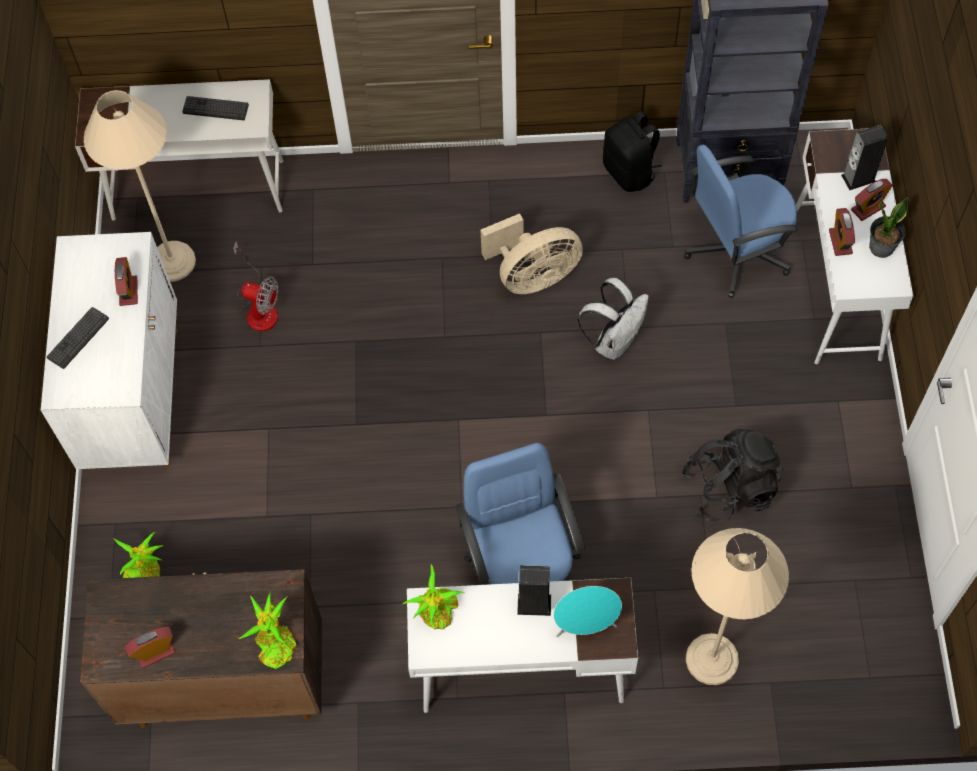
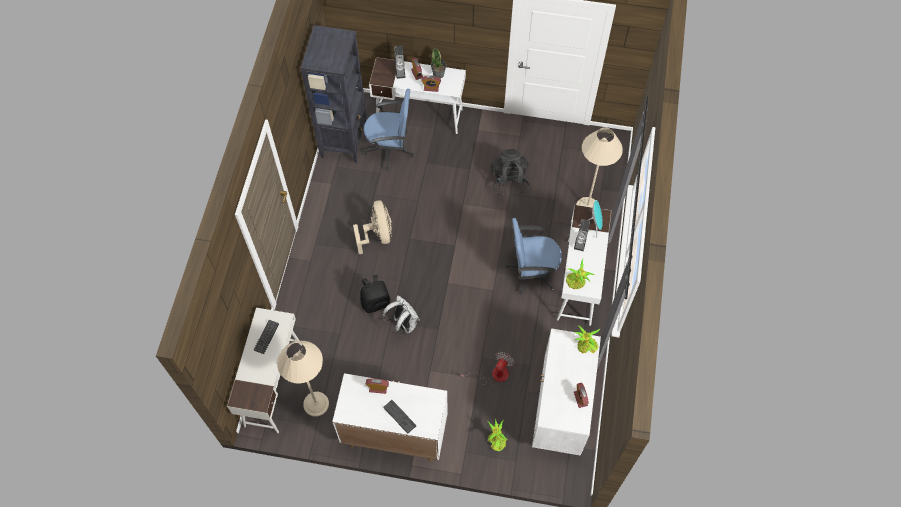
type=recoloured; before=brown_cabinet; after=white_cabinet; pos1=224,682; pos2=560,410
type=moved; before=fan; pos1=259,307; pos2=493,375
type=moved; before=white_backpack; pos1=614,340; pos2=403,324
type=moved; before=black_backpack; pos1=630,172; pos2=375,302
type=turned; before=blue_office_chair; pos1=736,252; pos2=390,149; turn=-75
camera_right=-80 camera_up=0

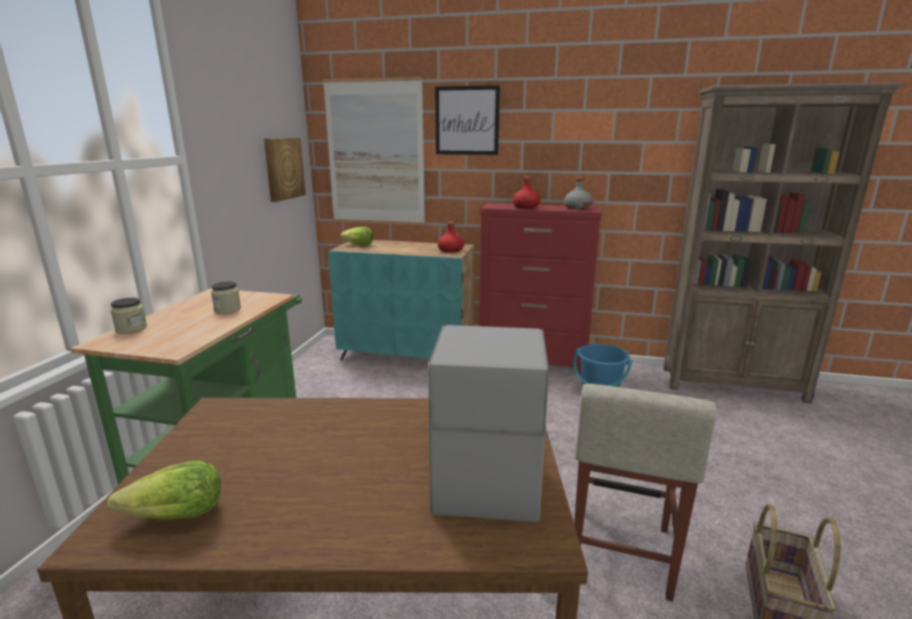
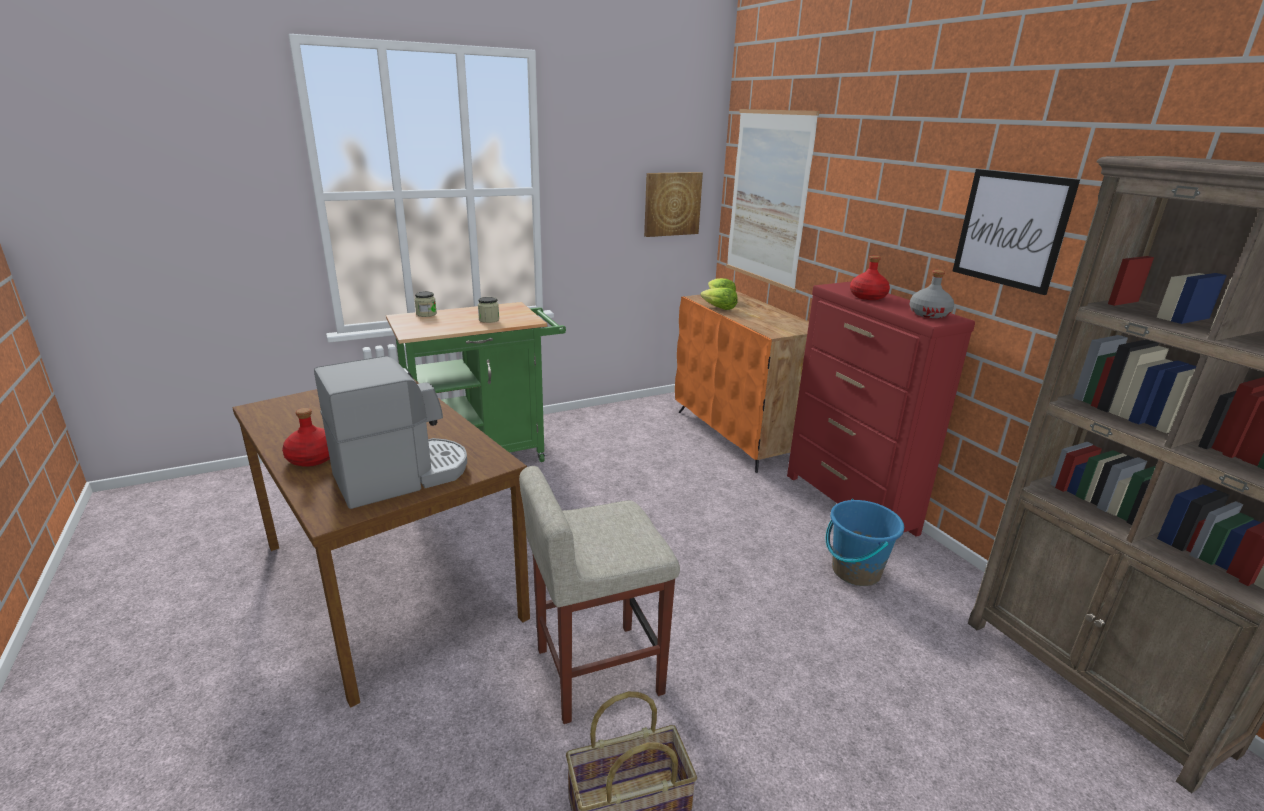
type=moved; before=lettuce; pos1=176,516; pos2=718,308
type=recoloured; before=turquoise_cabinet; after=orange_cabinet; pos1=407,355; pos2=738,435
type=moved; before=picture; pos1=467,121; pos2=1011,229
type=moved; before=red_bottle; pos1=450,250; pos2=313,458
camera_right=50 camera_up=5

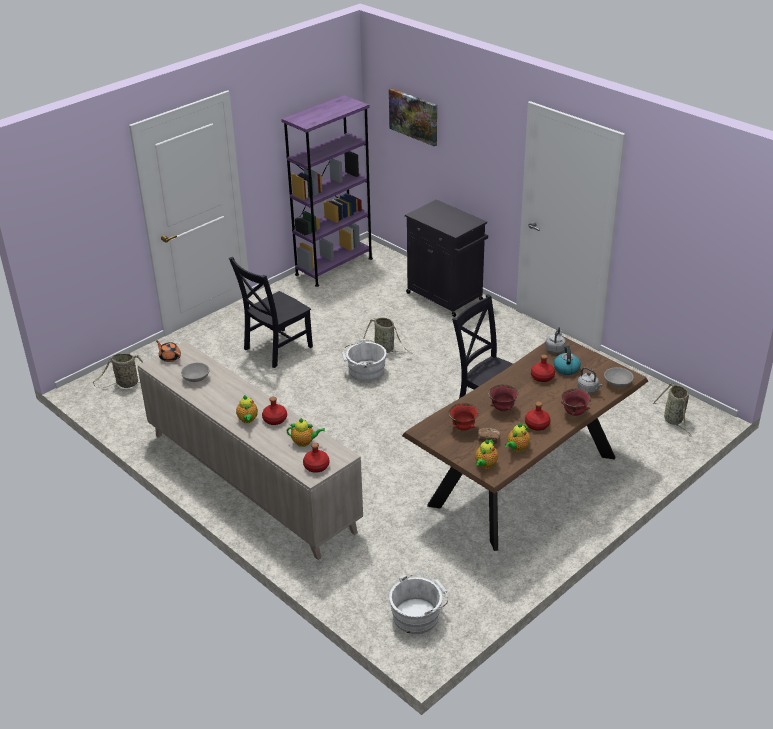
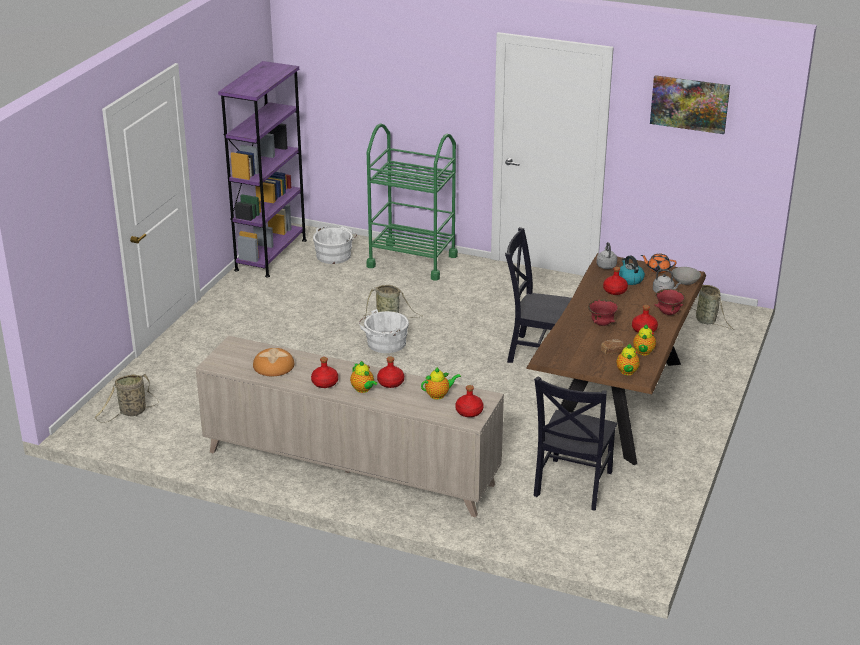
type=moved; before=orange_teapot; pos1=169,357; pos2=658,269
type=replaced; before=grey_bowl; after=bread; pos1=196,378; pos2=273,366
type=moved; before=black_chair; pos1=275,349; pos2=572,486
type=moved; before=picture; pos1=414,116; pos2=689,104
type=moved; before=white_bucket; pos1=418,615; pos2=335,255
type=replaced; before=black_cabinet; after=green_cart; pos1=446,297; pos2=412,261
type=removed; before=red_bowl; pos1=463,427
type=added; after=red_bottle; pos2=325,383
camera_right=-25 camera_up=-5

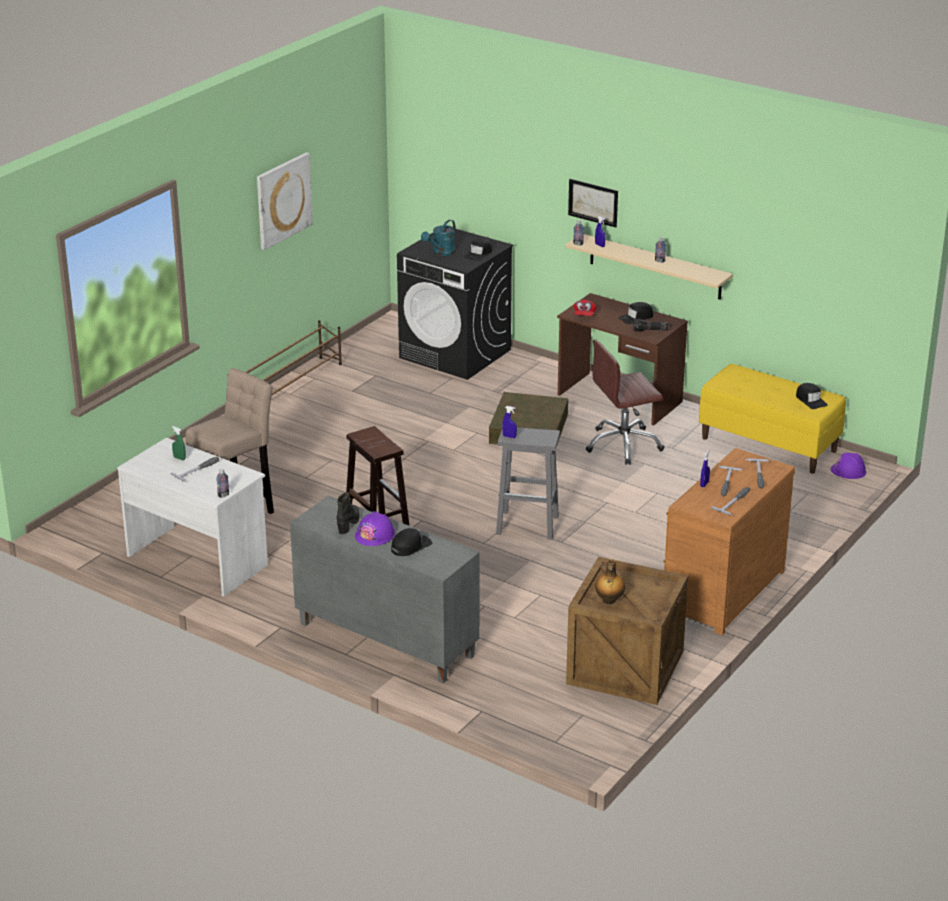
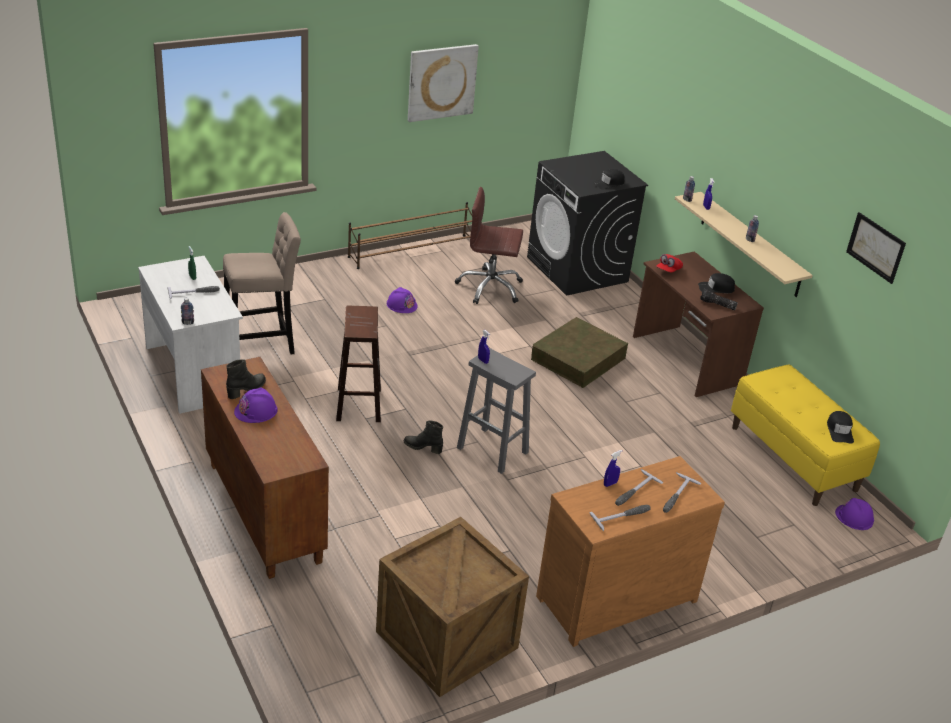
type=recoloured; before=grey_cabinet; after=brown_cabinet; pos1=384,640; pos2=263,512
type=removed; before=black_cap; pos1=410,546
type=removed; before=turquoise_watering_can; pos1=441,253
type=moved; before=picture; pos1=593,202; pos2=875,247
type=moved; before=brown_office_chair; pos1=623,445; pos2=490,288
type=removed; before=bottle; pos1=609,600
type=added; after=purple_hard_hat; pos2=402,305
type=added; after=black_boot; pos2=423,447
camera_right=25 camera_up=5

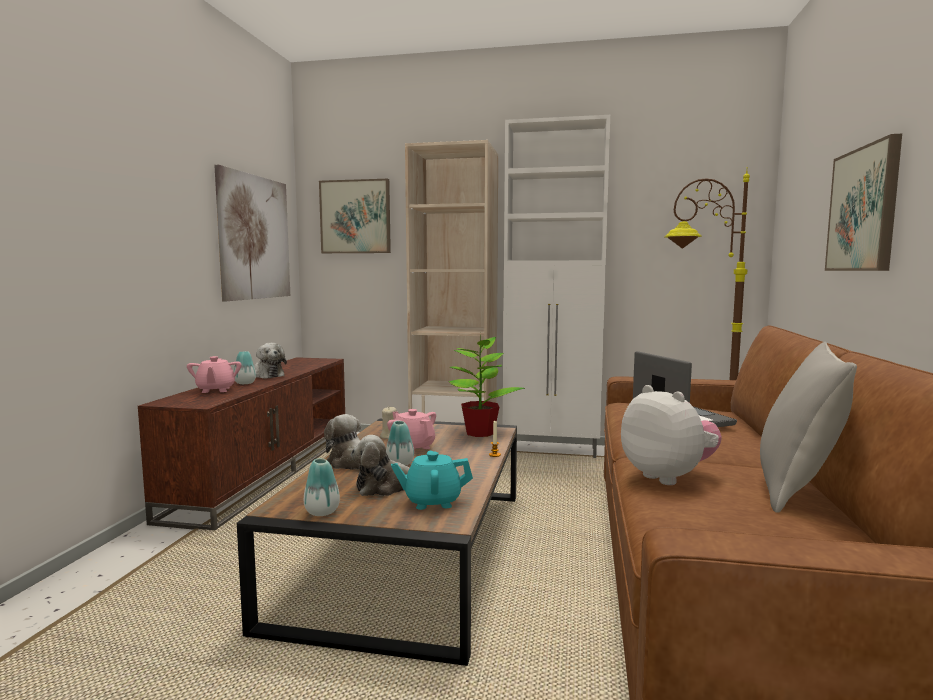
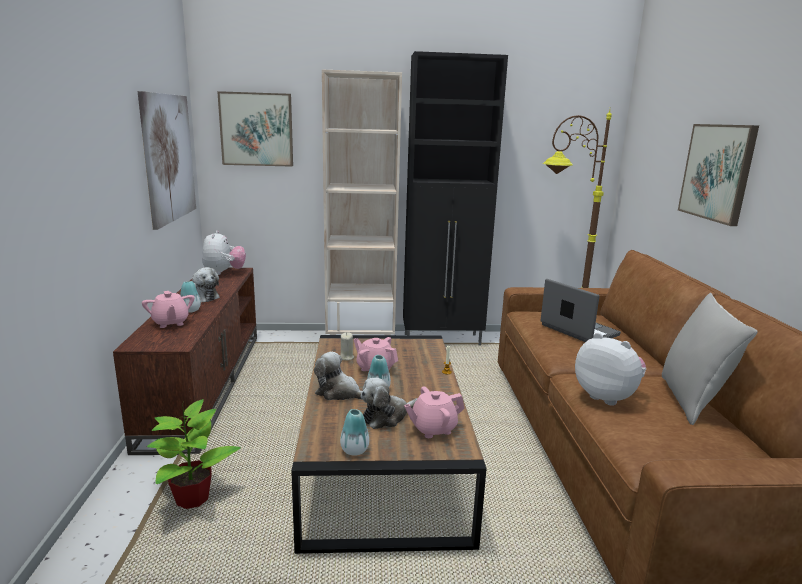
type=recoloured; before=turquoise_teapot; after=pink_teapot; pos1=432,501; pos2=433,429
type=moved; before=potted_plant; pos1=480,432; pos2=193,498
type=recoloured; before=white_cabinet; after=black_cabinet; pos1=552,451; pos2=443,340
type=added; after=plush_toy; pos2=224,273
camera_right=-15 camera_up=10

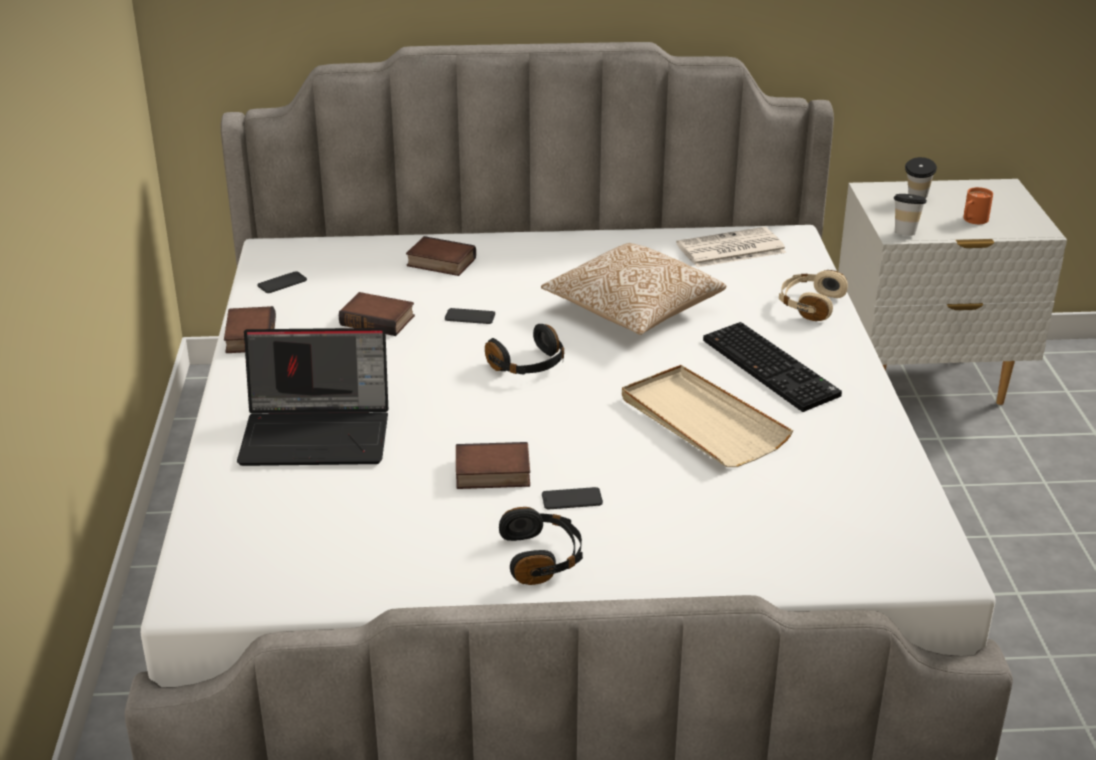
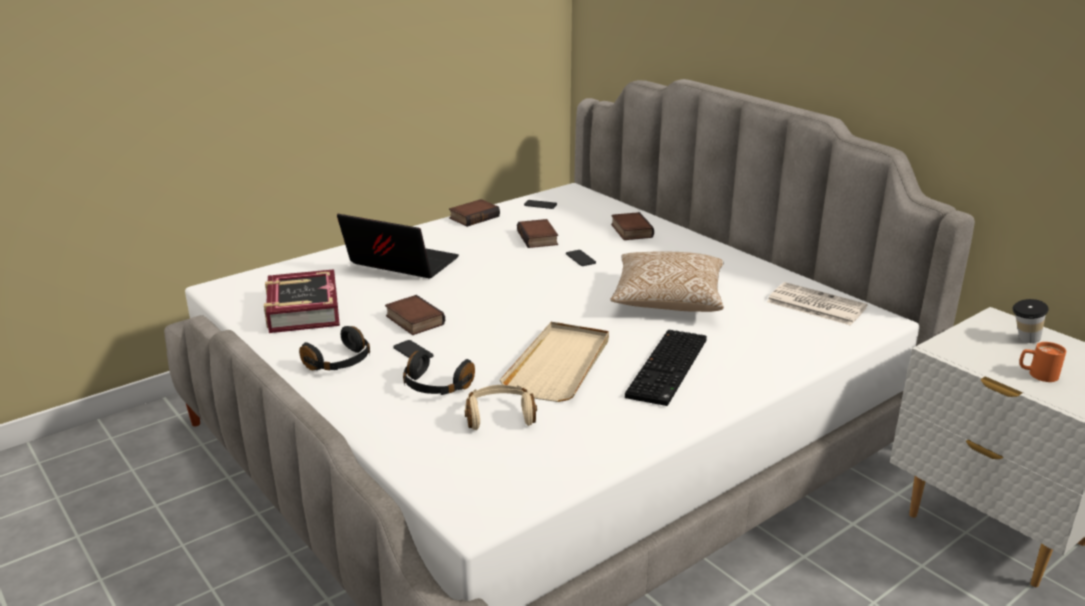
type=turned; before=laptop; pos1=318,433; pos2=399,264; turn=150
type=moved; before=black_headphones; pos1=529,366; pos2=436,387
type=moved; before=beige_headphones; pos1=809,305; pos2=499,416
type=removed; before=cup; pos1=905,232
type=added; after=book; pos2=302,310
camera_right=55 camera_up=-5

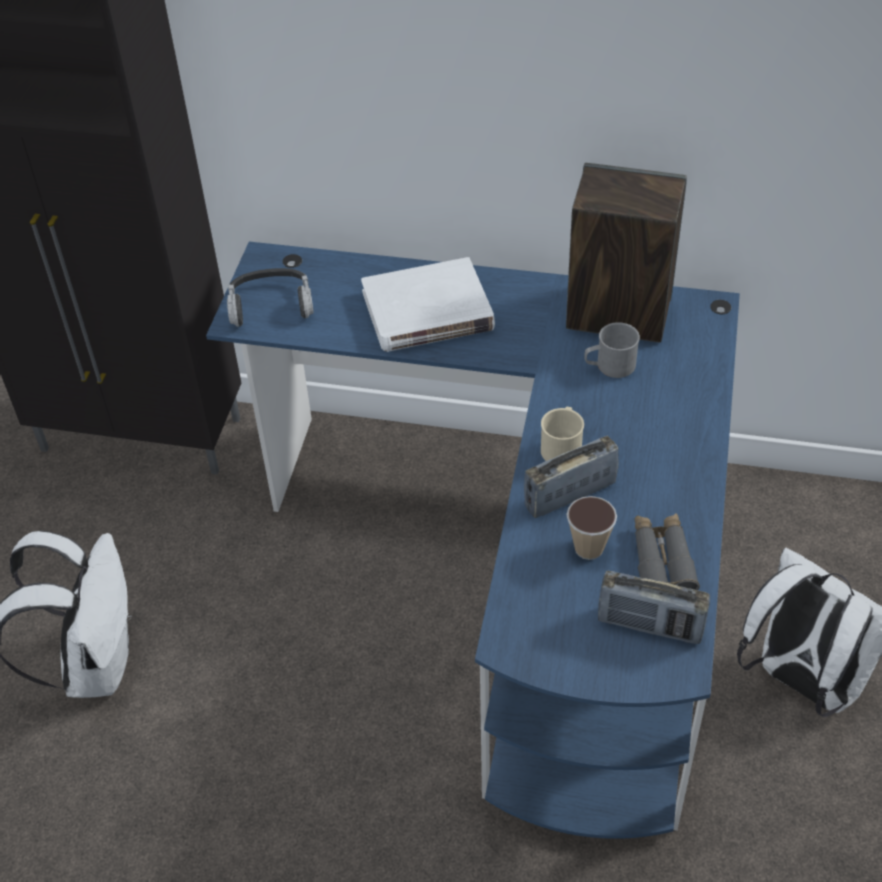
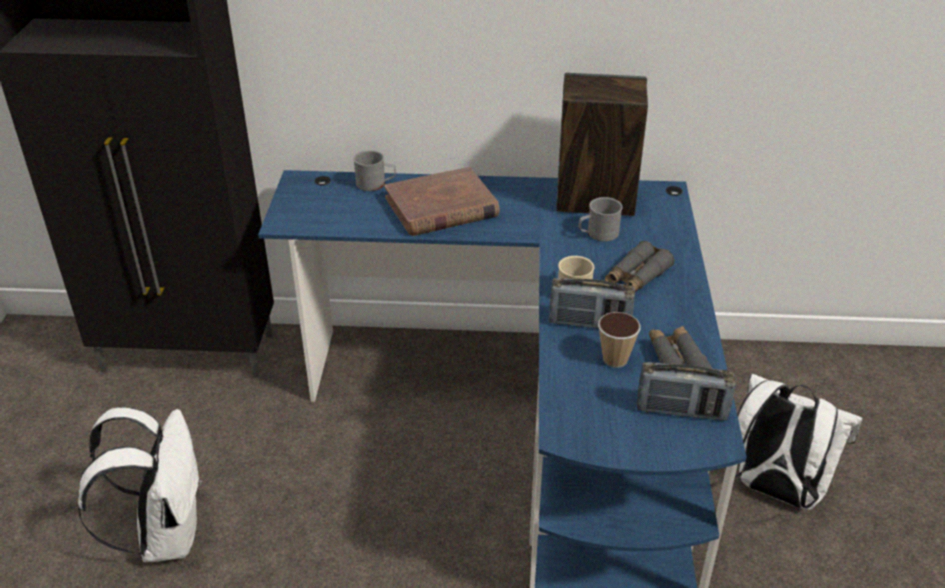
type=removed; before=headphones; pos1=271,305
type=recoloured; before=white_book; after=brown_book; pos1=427,311; pos2=441,207
type=turned; before=radio; pos1=570,495; pos2=589,323; turn=-135
type=added; after=grey_mug; pos2=375,184
type=added; after=grey_binoculars; pos2=637,277
camera_right=-10 camera_up=-10

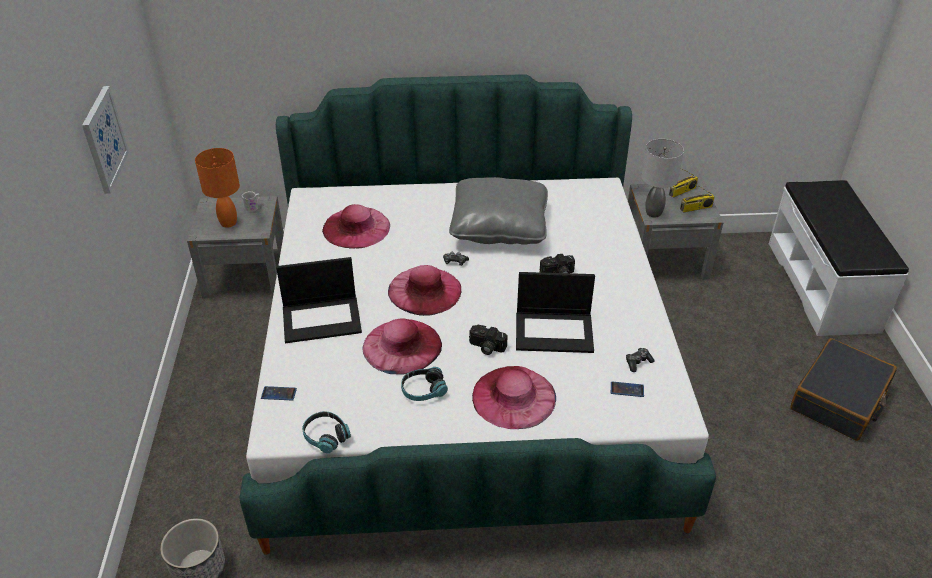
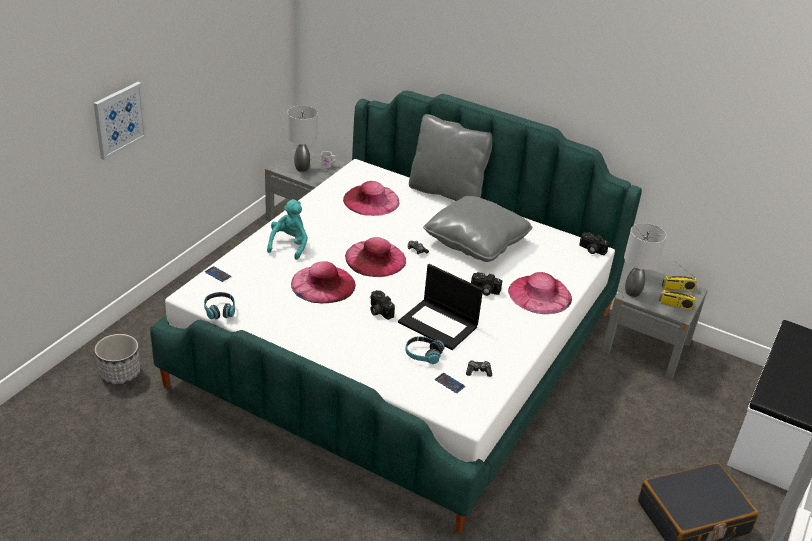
type=moved; before=picture; pos1=104,139; pos2=119,120
type=recoloured; before=orange_table_lamp; after=grey_table_lamp; pos1=228,222; pos2=302,168
type=replaced; before=laptop; after=turquoise_plush_toy; pos1=322,319; pos2=289,245
type=moved; before=headphones; pos1=423,390; pos2=423,355
type=moved; before=pink_hat; pos1=513,397; pos2=540,294
type=added; after=grey_pillow; pos2=446,192
type=added; after=photo_camera; pos2=591,250
camera_right=30 camera_up=-5

